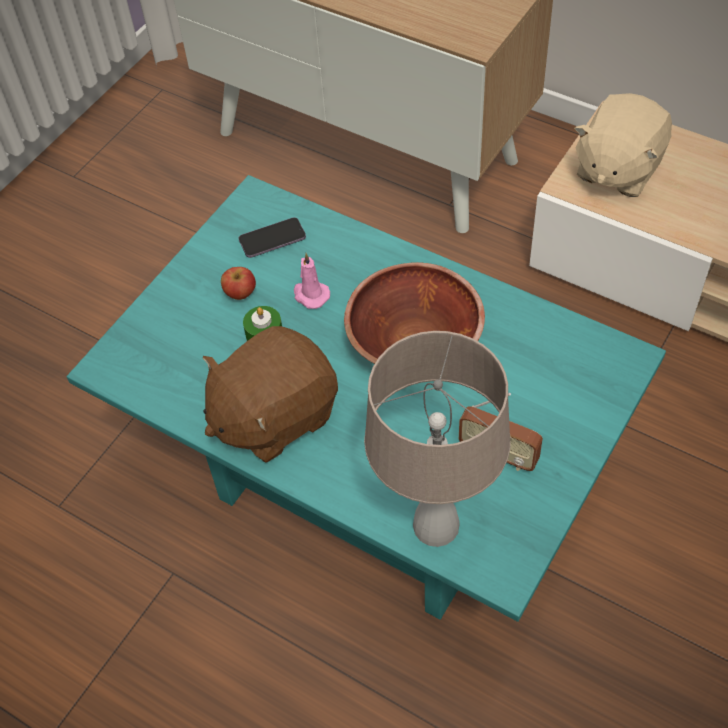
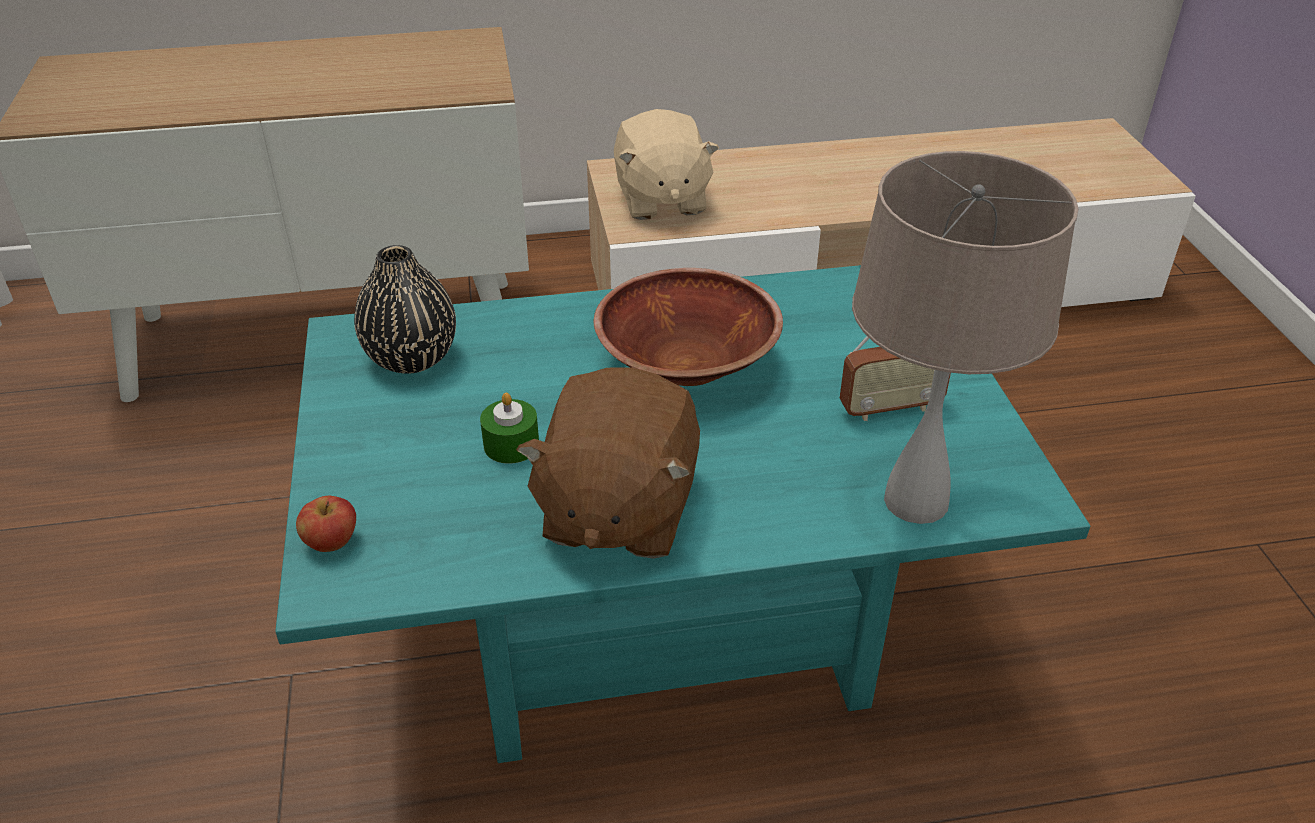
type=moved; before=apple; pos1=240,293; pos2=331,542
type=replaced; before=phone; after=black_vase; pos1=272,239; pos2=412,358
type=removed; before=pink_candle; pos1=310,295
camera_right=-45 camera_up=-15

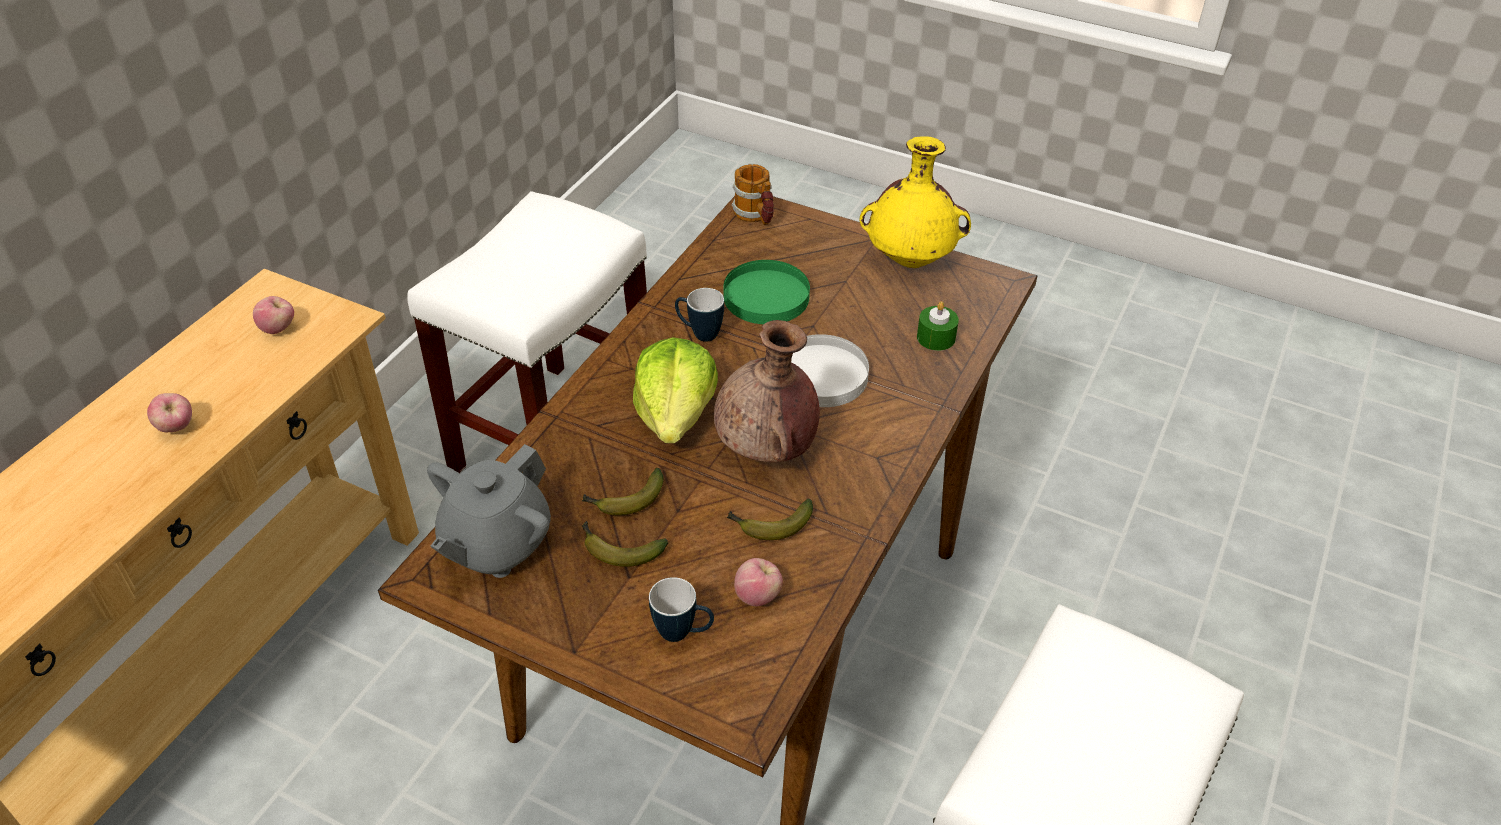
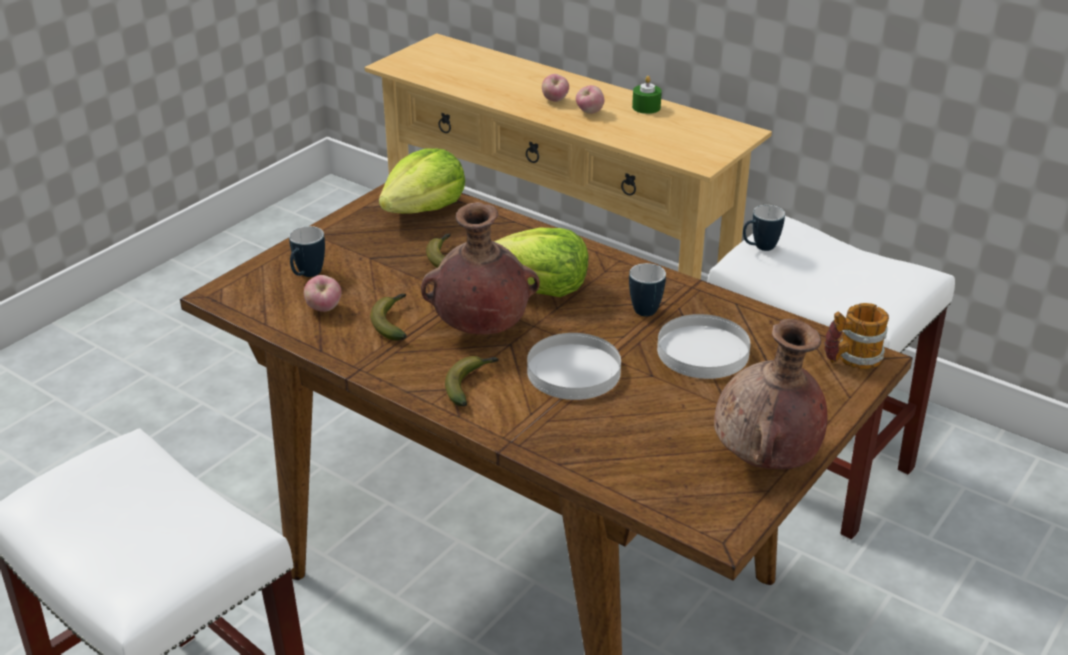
type=moved; before=apple; pos1=278,329; pos2=555,101
type=replaced; before=grey_teapot; after=lettuce; pos1=496,544; pos2=424,209
type=moved; before=banana; pos1=618,550; pos2=470,384
type=recoloured; before=green_plate; after=white_plate; pos1=766,296; pos2=703,351
type=recoloured; before=yellow_vase; after=brown_vase; pos1=911,260; pos2=765,461
type=moved; before=green_candle; pos1=936,337; pos2=646,107
type=added; after=mug; pos2=759,248
camera_right=100 camera_up=-10

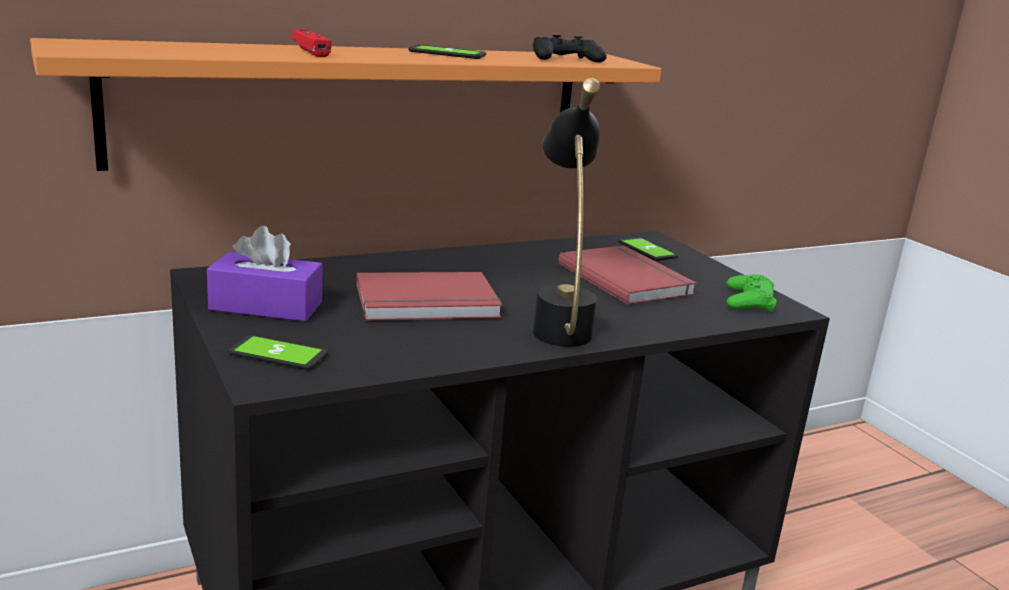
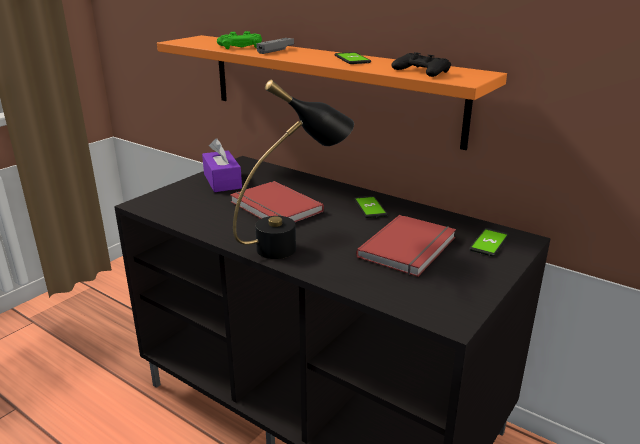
type=moved; before=phone; pos1=278,354; pos2=370,208
type=recoloured; before=red_game_controller; after=grey_game_controller; pos1=311,51; pos2=275,50
type=moved; before=green_game_controller; pos1=749,301; pos2=240,46
camera_right=65 camera_up=5

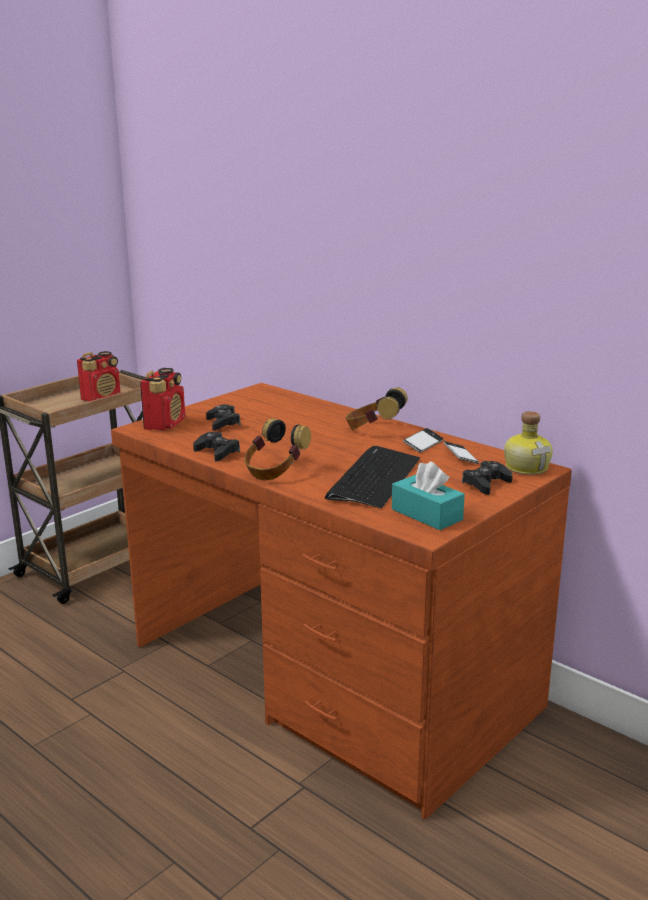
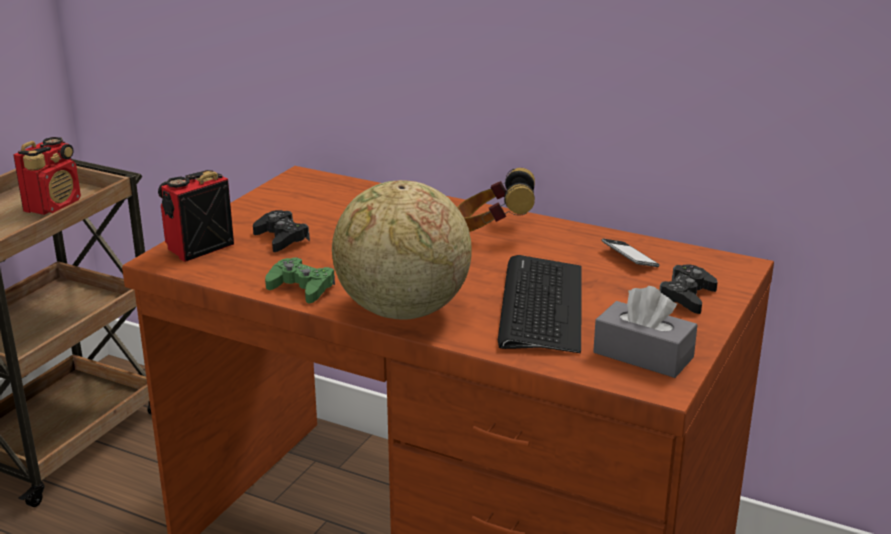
type=turned; before=radio; pos1=165,424; pos2=198,248; turn=-135
type=recoloured; before=black_game_controller; after=green_game_controller; pos1=217,452; pos2=301,288
type=replaced; before=headphones; after=globe; pos1=275,471; pos2=402,311
type=recoloured; before=turquoise_tissue_box; after=grey_tissue_box; pos1=426,514; pos2=643,355
type=removed; before=phone; pos1=423,444
type=removed; before=bottle; pos1=527,467
camera_right=-15 camera_up=5

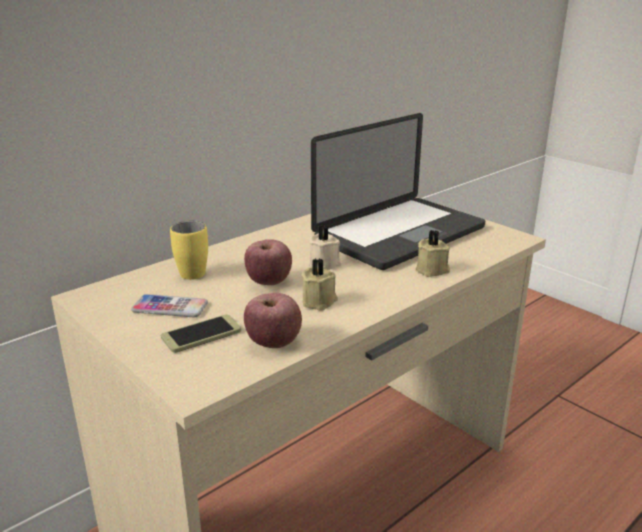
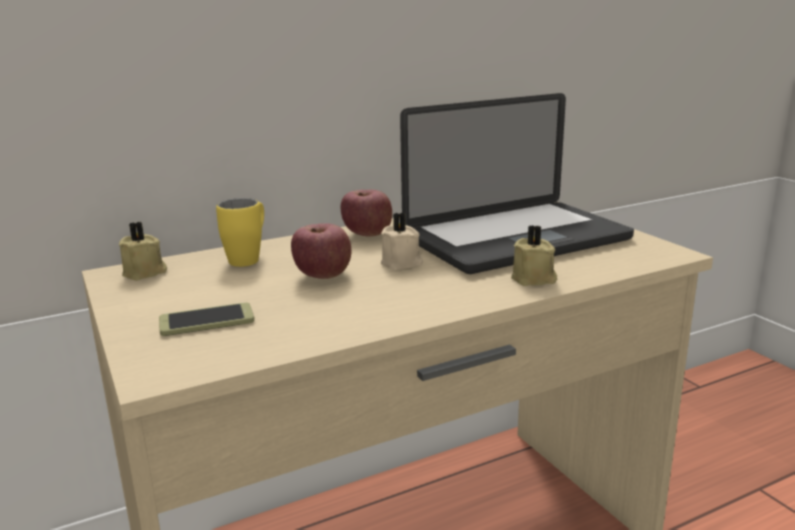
type=removed; before=phone; pos1=170,307
type=moved; before=apple; pos1=274,343; pos2=367,234
type=moved; before=beige_candle; pos1=320,301; pos2=145,273
camera_right=15 camera_up=-5

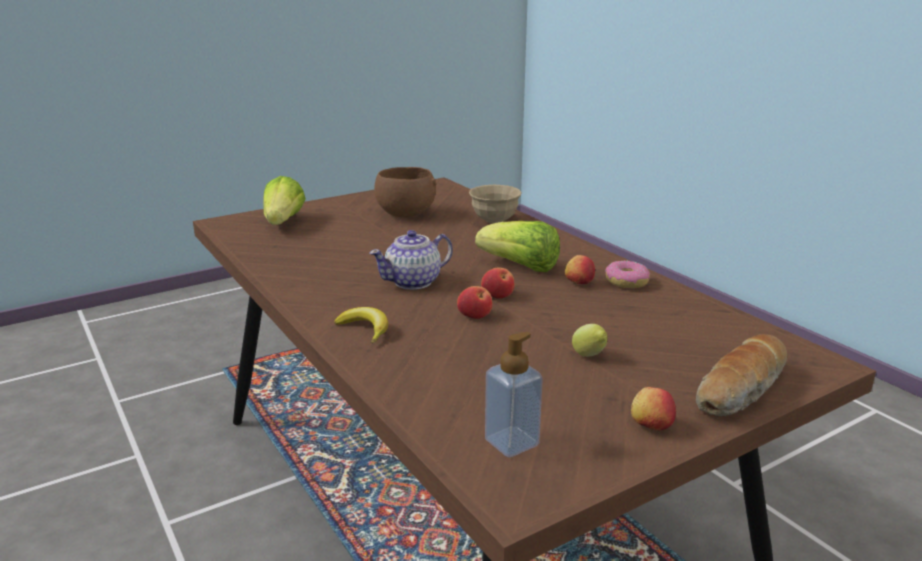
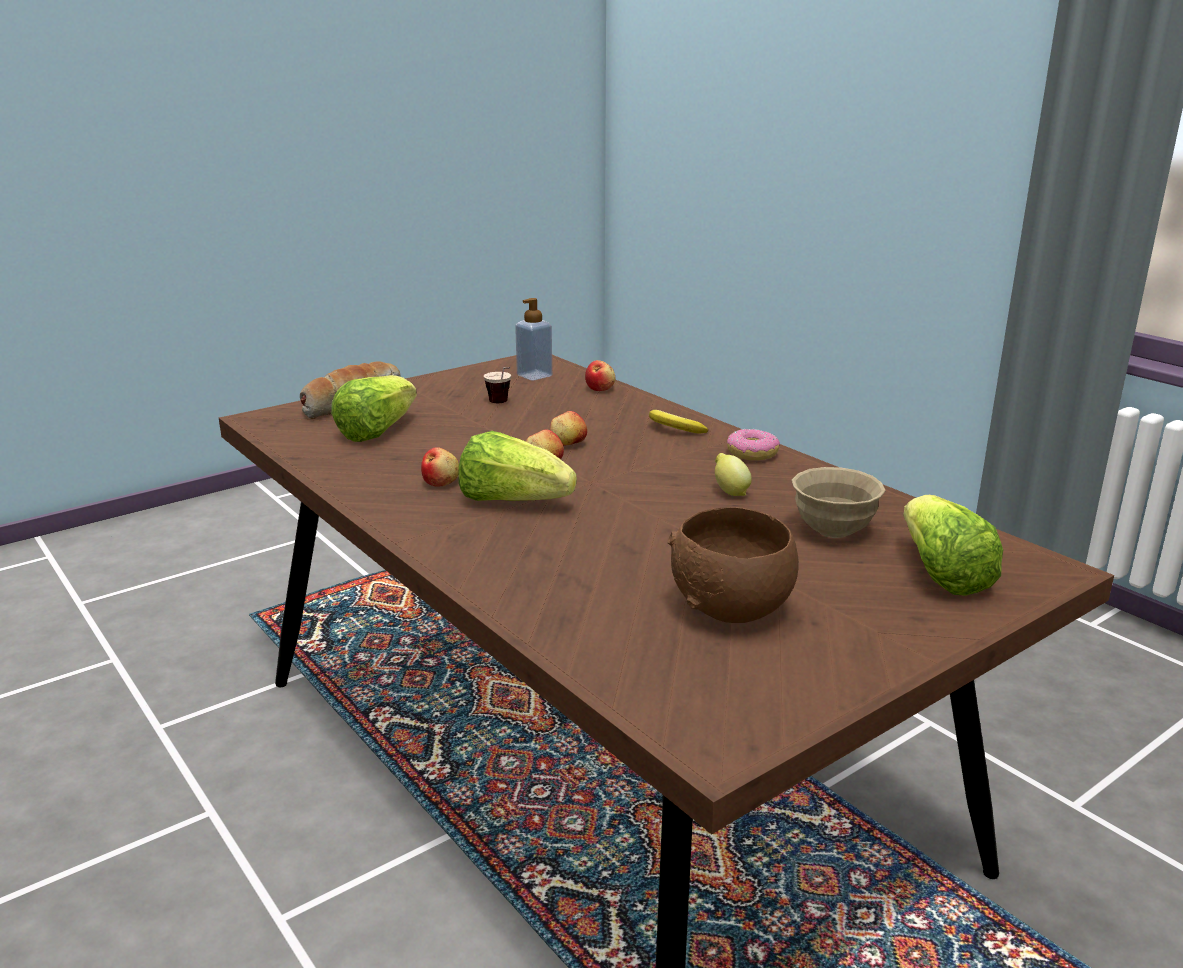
type=removed; before=teapot; pos1=414,282
type=moved; before=beige_bowl; pos1=494,220; pos2=833,531
type=moved; before=lemon; pos1=589,356; pos2=730,492
type=moved; before=donut; pos1=626,282; pos2=752,454
type=moved; before=apple; pos1=651,425; pos2=600,389
type=added; after=lettuce; pos2=376,431
type=added; after=cup; pos2=502,404
camera_right=175 camera_up=0

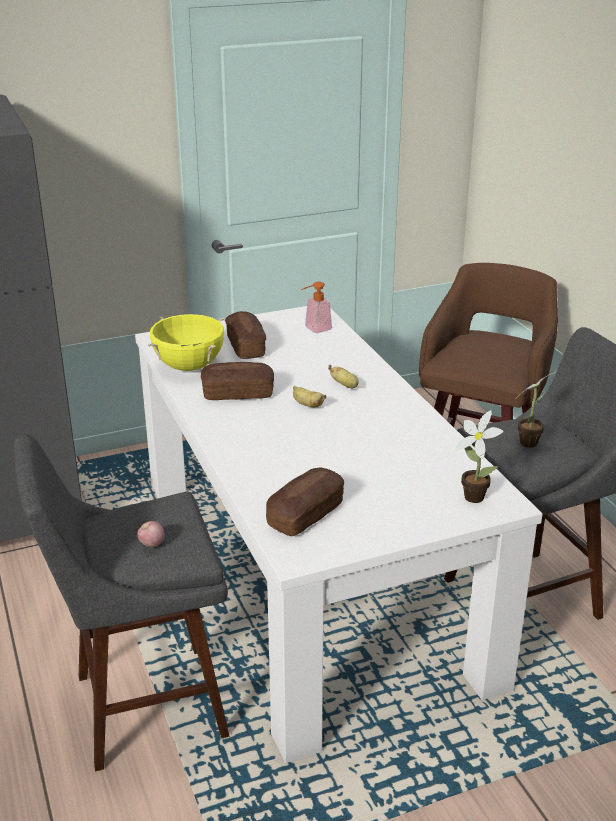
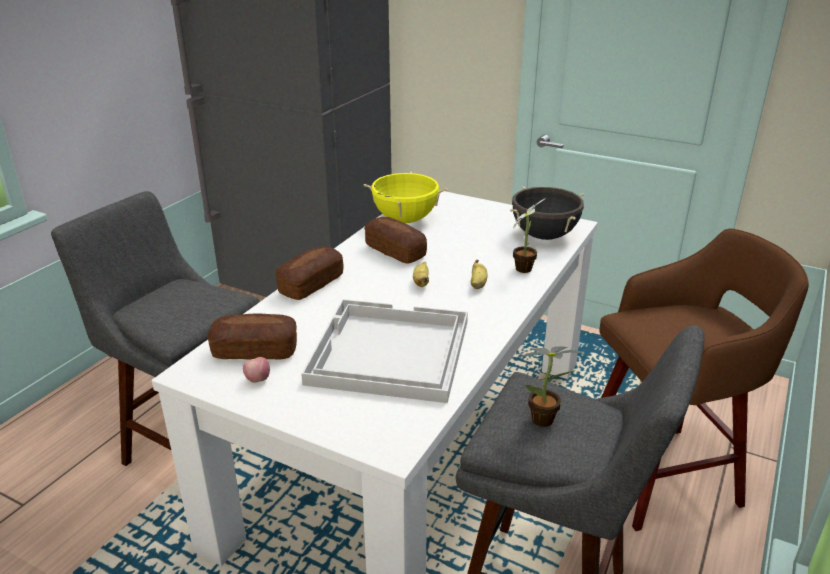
type=moved; before=apple; pos1=151,544; pos2=257,379
type=moved; before=bread; pos1=245,346; pos2=311,284
type=replaced; before=soap_dispenser; after=black_cooking_pot; pos1=314,329; pos2=544,236
type=moved; before=potted_plant; pos1=472,495; pos2=525,268
type=added; after=white_tray; pos2=388,352
camera_right=50 camera_up=0

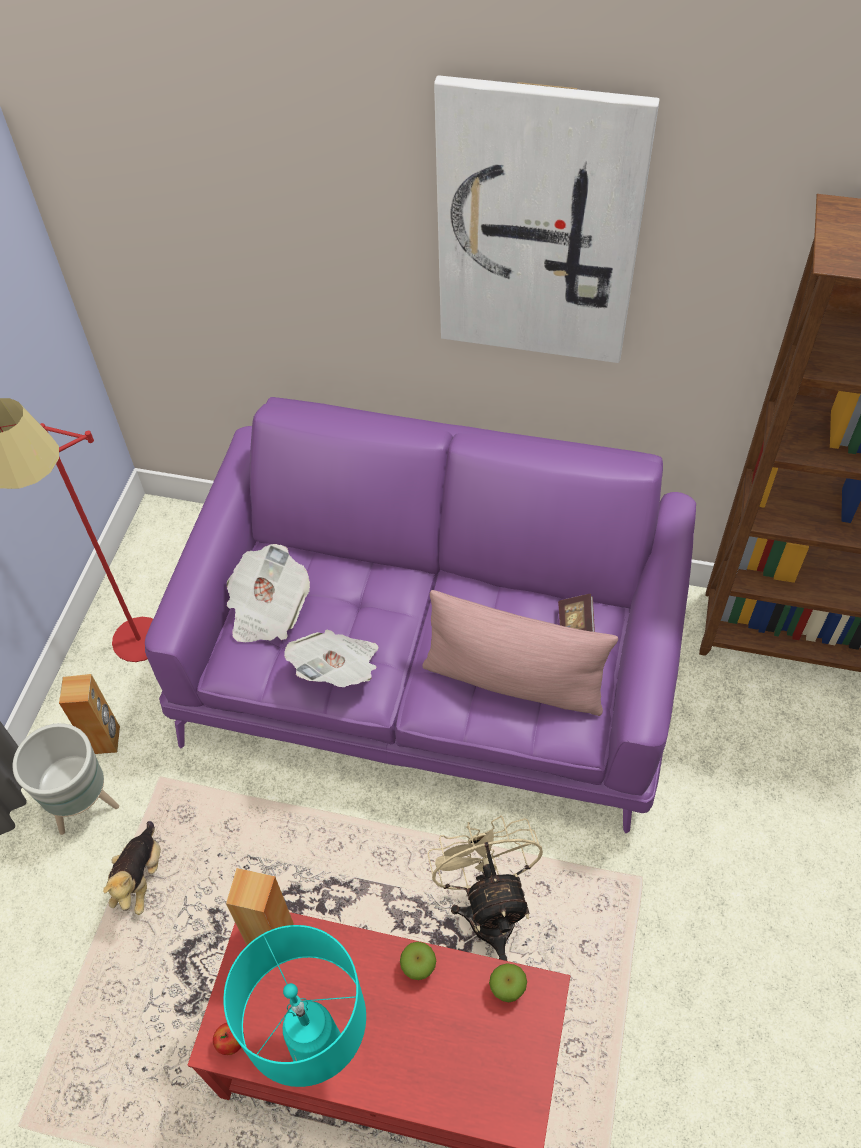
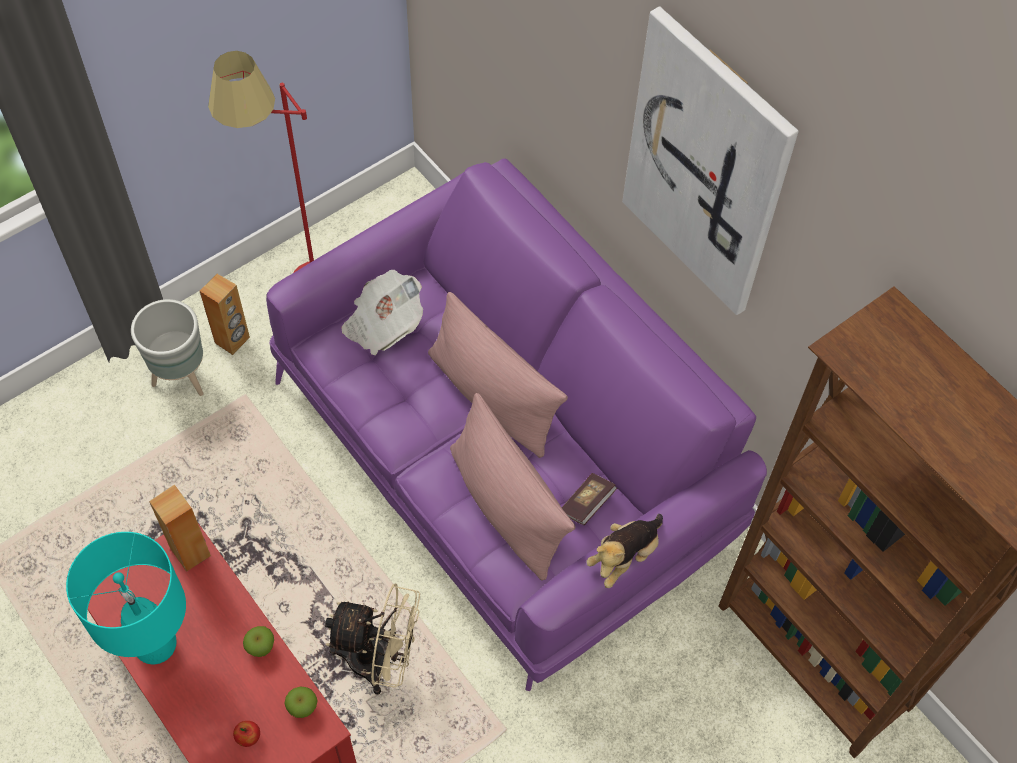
type=moved; before=plush_toy; pos1=140,877; pos2=624,556
type=moved; before=apple; pos1=231,1042; pos2=248,737
type=removed; before=newspaper; pos1=338,670
type=turned; before=beige_fan; pos1=489,908; pos2=380,661; turn=75
type=added; after=pink_pillow; pos2=492,397
camera_right=35 camera_up=5

